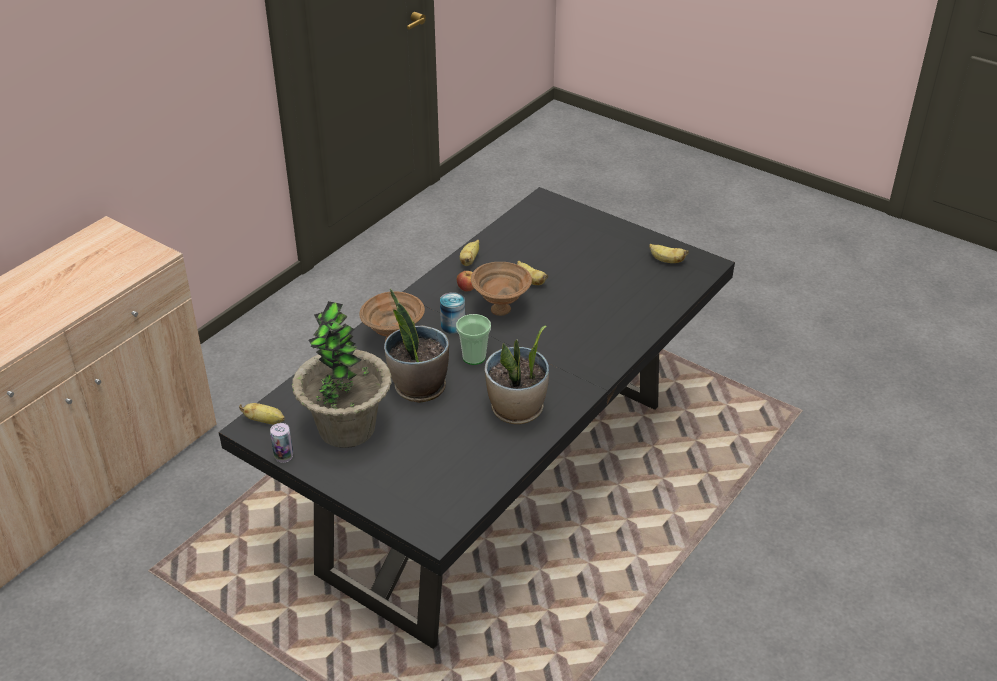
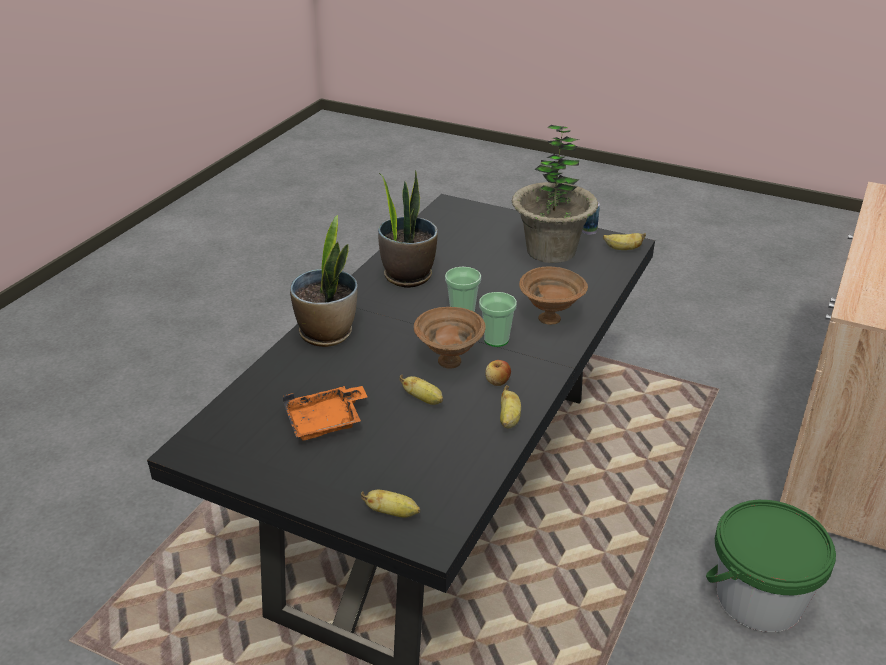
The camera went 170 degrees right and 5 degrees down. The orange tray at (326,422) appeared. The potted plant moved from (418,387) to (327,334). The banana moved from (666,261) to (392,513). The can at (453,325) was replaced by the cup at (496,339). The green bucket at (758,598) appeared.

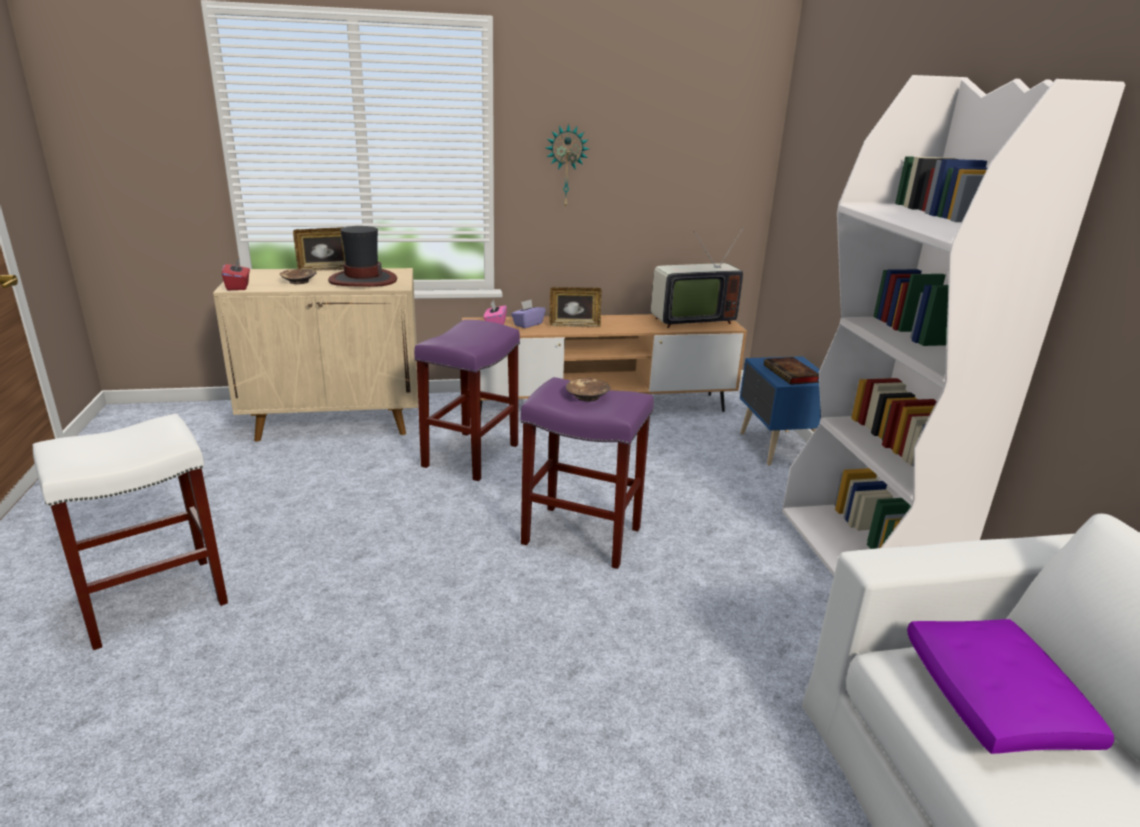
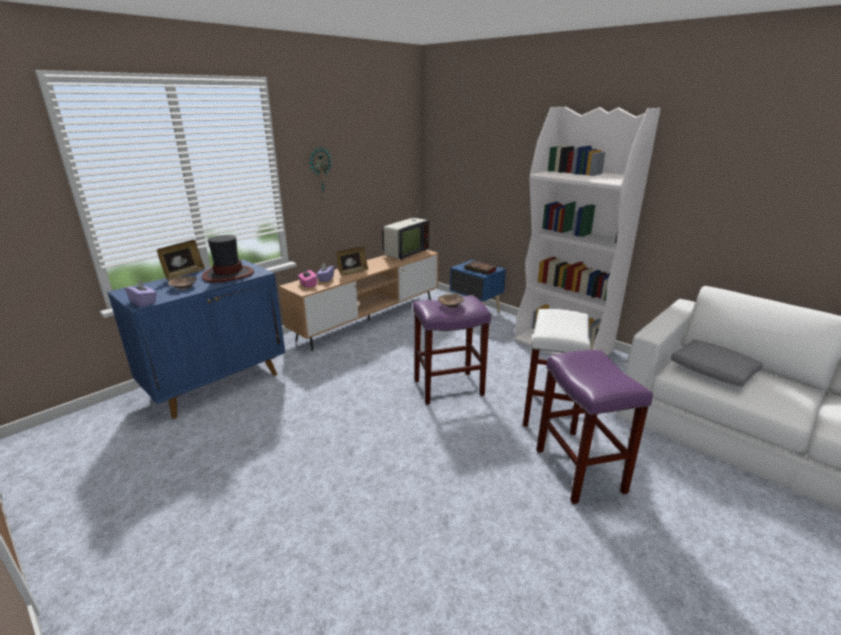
The camera went 35 degrees left and 0 degrees up. The beige cabinet at (336,422) became the blue cabinet at (218,384). The red tissue box at (238,286) became the purple tissue box at (143,302). The white stool moved from (156,600) to (550,410). The purple stool moved from (471,456) to (580,471). The purple pillow at (994,702) became the grey pillow at (713,371).

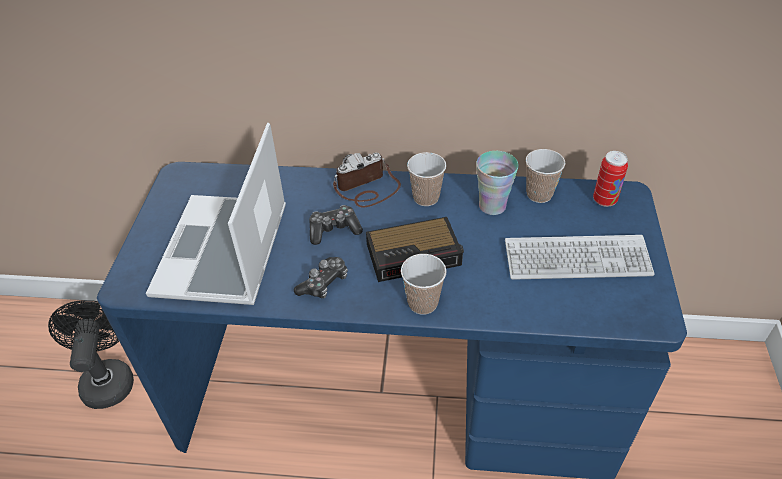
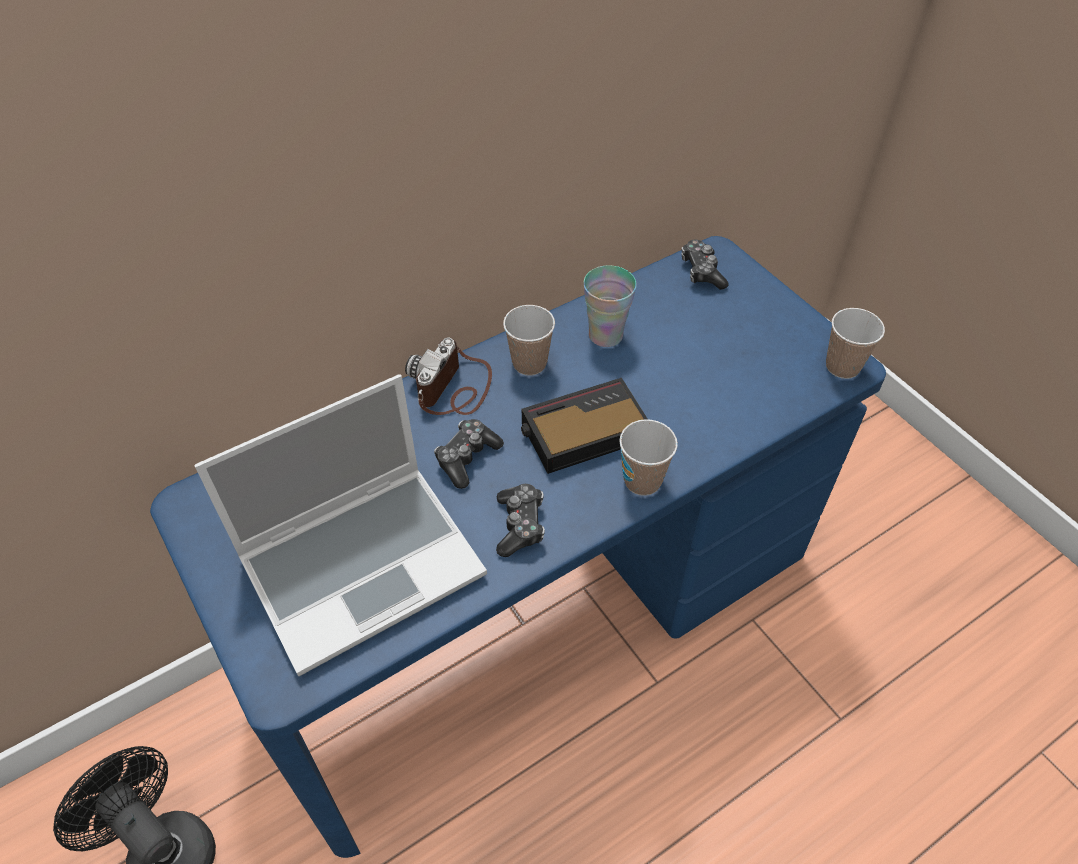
The camera went 40 degrees left and 5 degrees up. The laptop at (224,252) turned 90 degrees counterclockwise. The alarm clock at (415,254) turned 150 degrees counterclockwise. The can at (604,200) was replaced by the game controller at (702,272). The cup moved from (539,194) to (842,366). The keyboard at (577,259) disappeared.

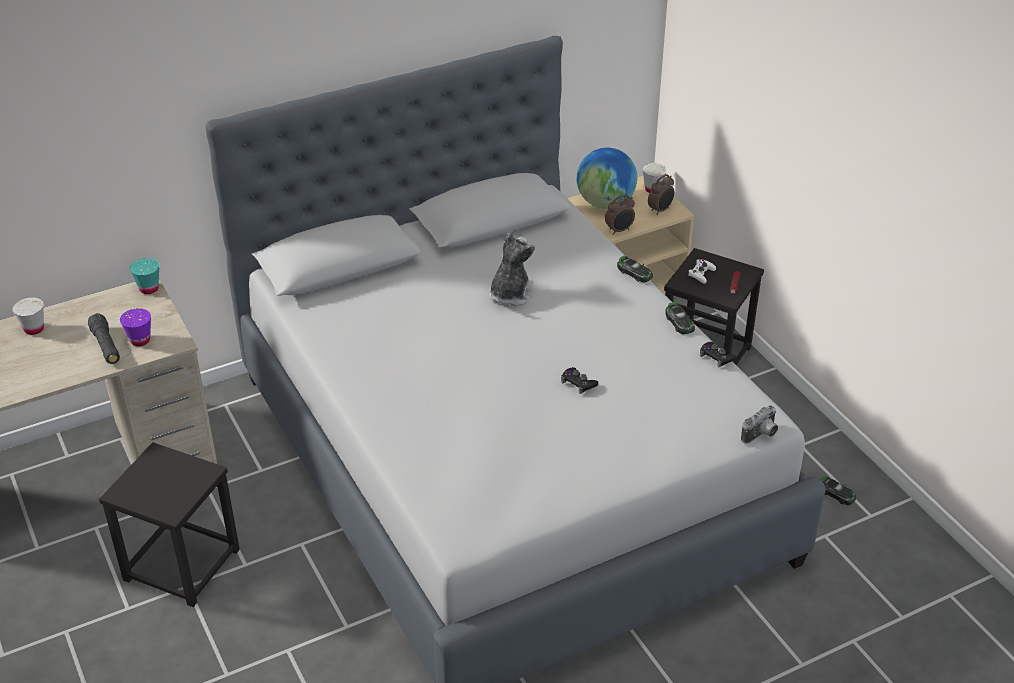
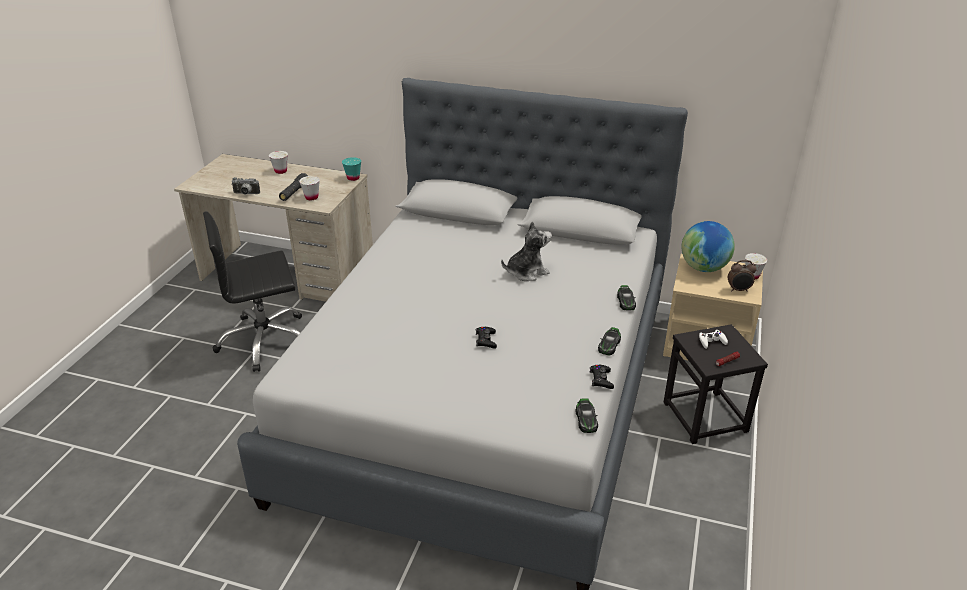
The camera went 45 degrees right and 5 degrees down. The black stool at (181,565) was replaced by the black office chair at (265,341). The photo camera moved from (761,435) to (246,194). The purple cup at (140,340) became the white cup at (311,197). The toy car moved from (836,493) to (586,419). The alarm clock at (619,230) disappeared.

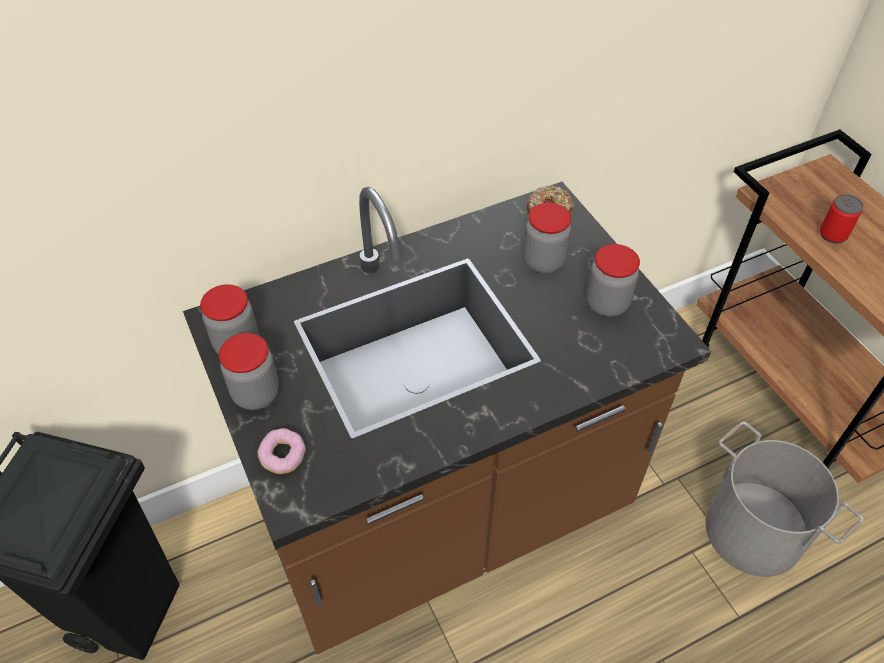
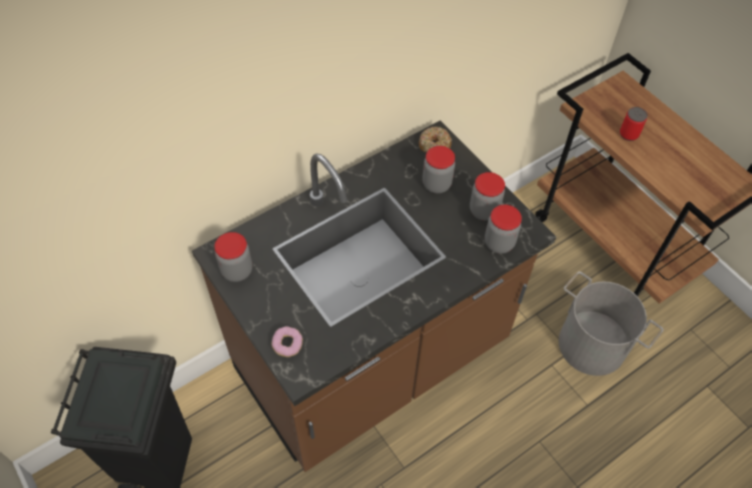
The camera went 10 degrees left and 5 degrees up. The jar moved from (256,394) to (499,243).

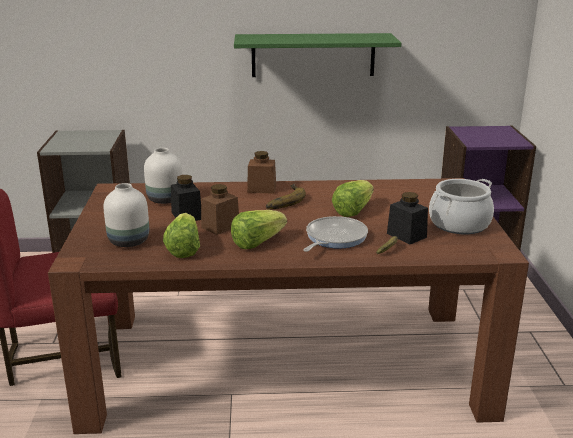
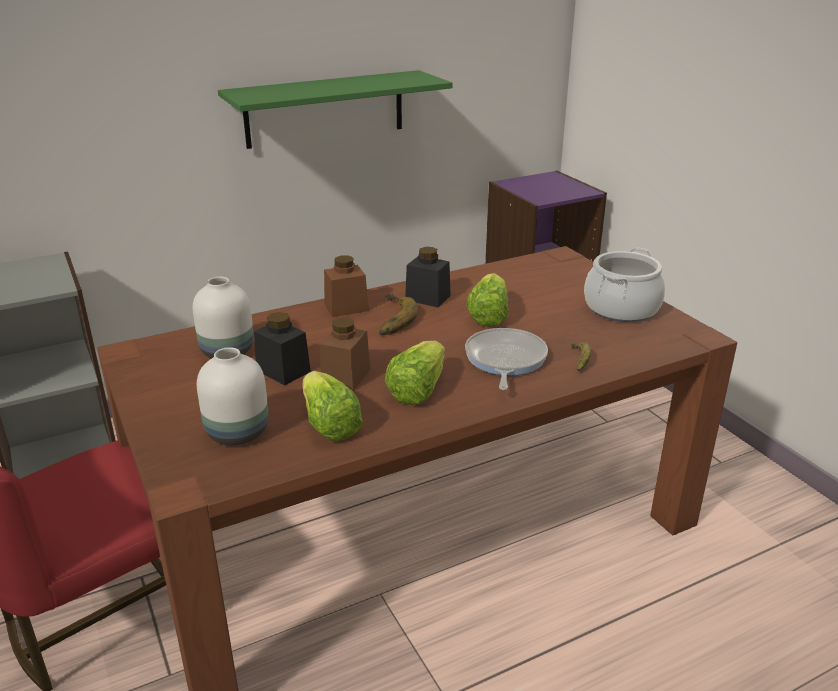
The camera went 25 degrees left and 5 degrees up. The black jar moved from (406,235) to (427,298).

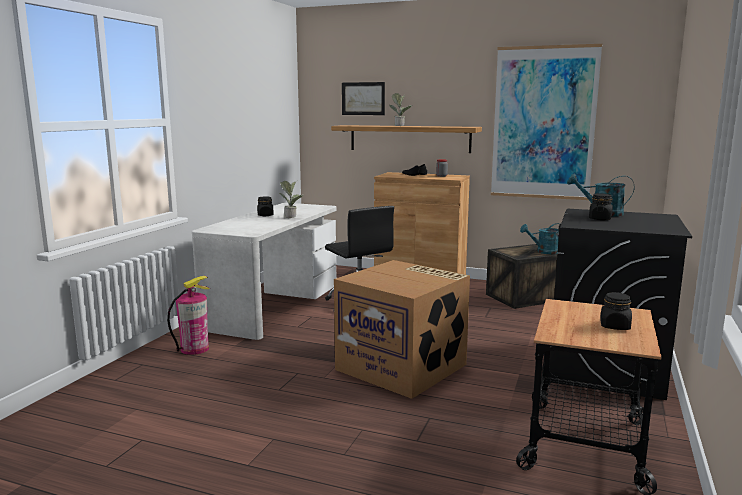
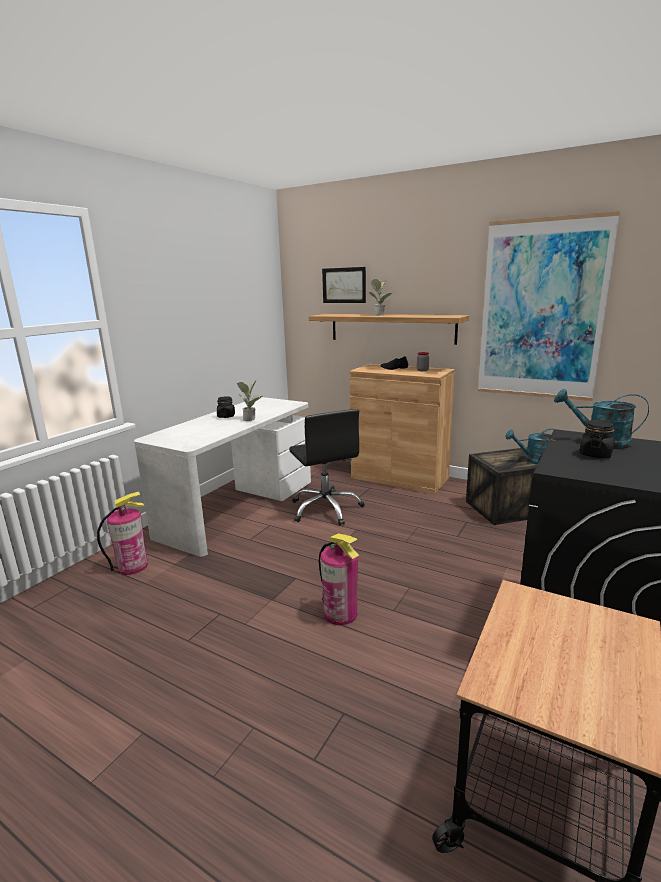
The camera went 10 degrees right and 5 degrees up. The cardboard box at (403,367) was replaced by the fire extinguisher at (340,613). The black jar at (615,326) disappeared.

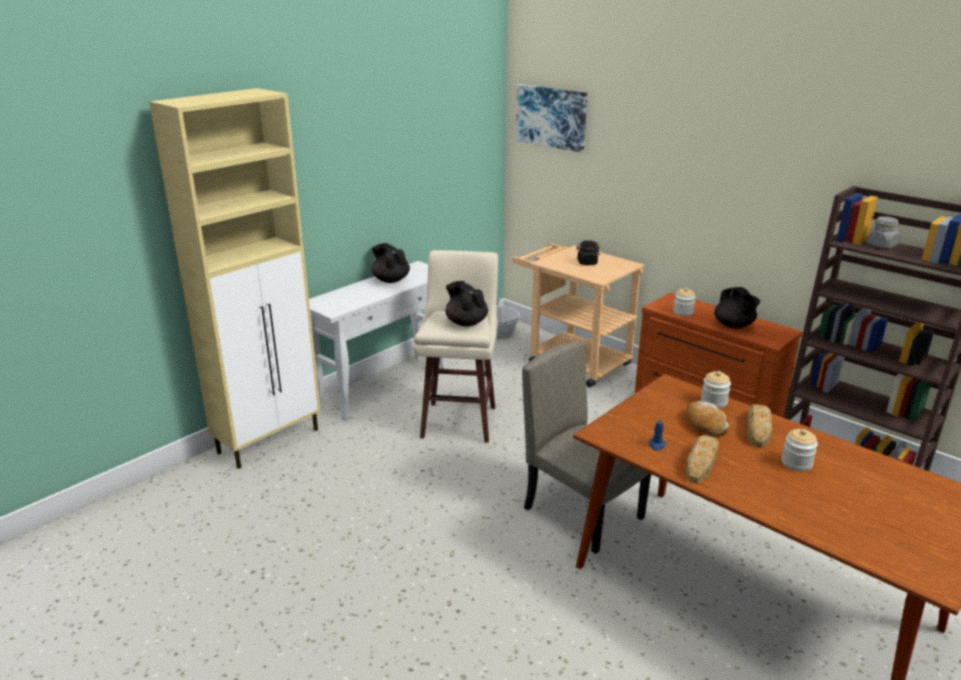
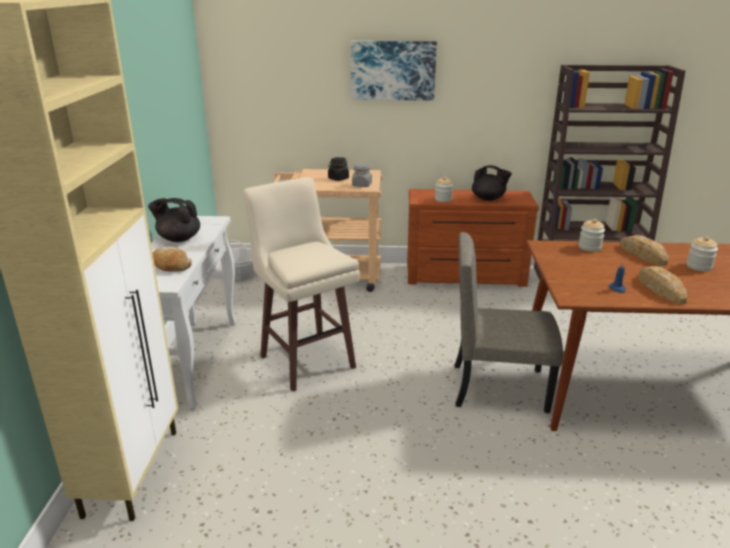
The camera went 40 degrees left and 0 degrees up. The bread moved from (705,424) to (170,266). The picture moved from (551,117) to (393,70). The grey jar moved from (881,245) to (362,185). The black teapot at (466,322) disappeared.

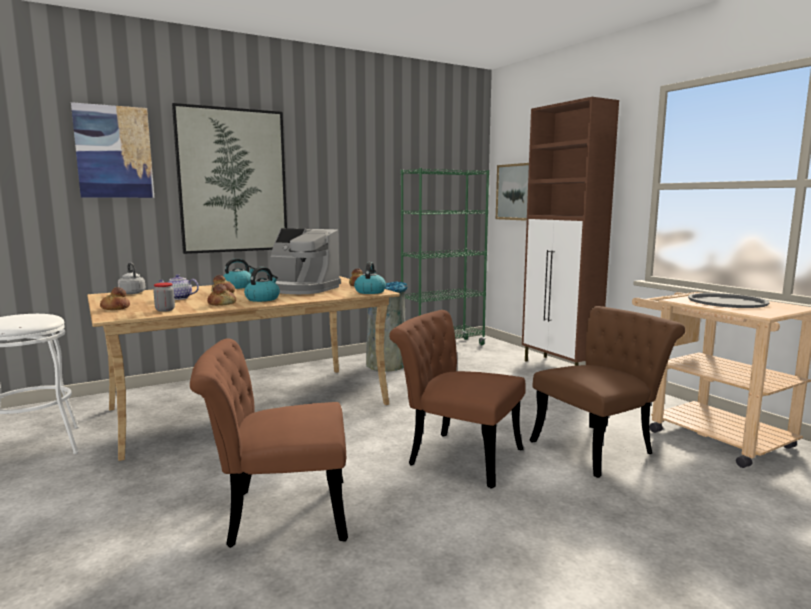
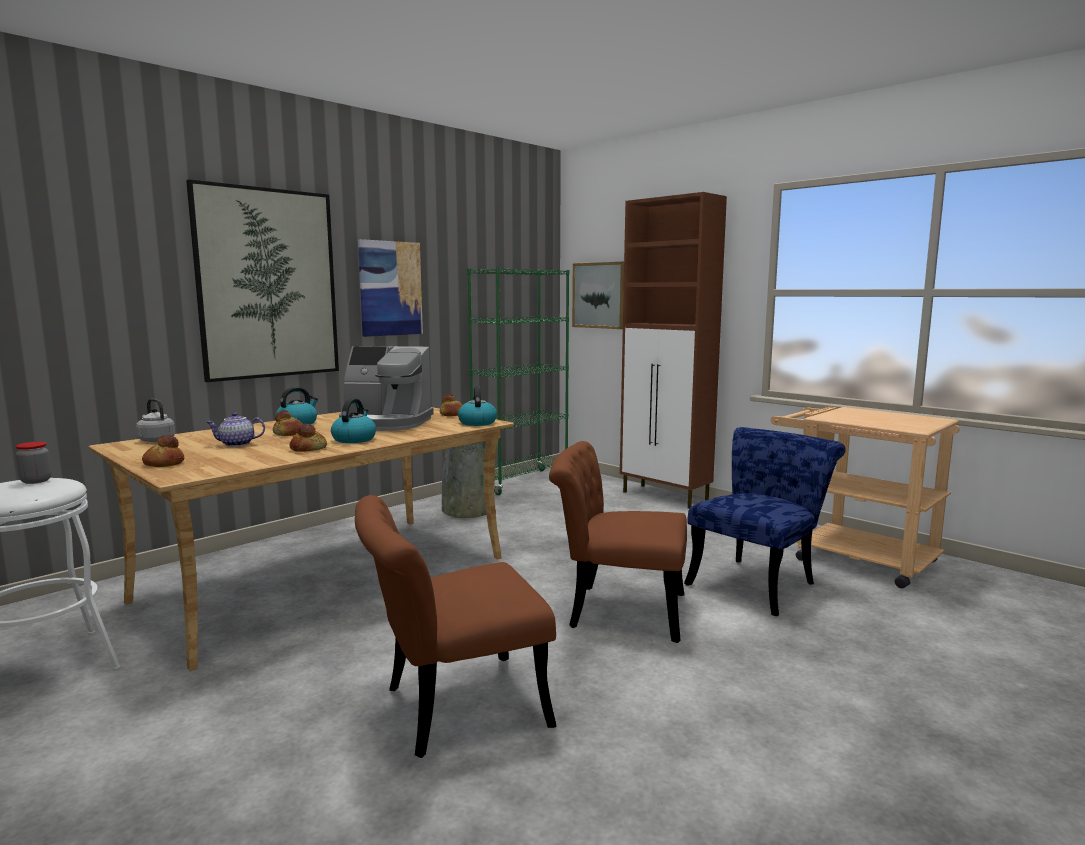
The camera went 15 degrees left and 0 degrees up. The jar moved from (165,310) to (36,481). The picture moved from (114,152) to (390,288). The brown chair at (600,447) became the blue chair at (758,582). The grey tray at (727,302) disappeared.

